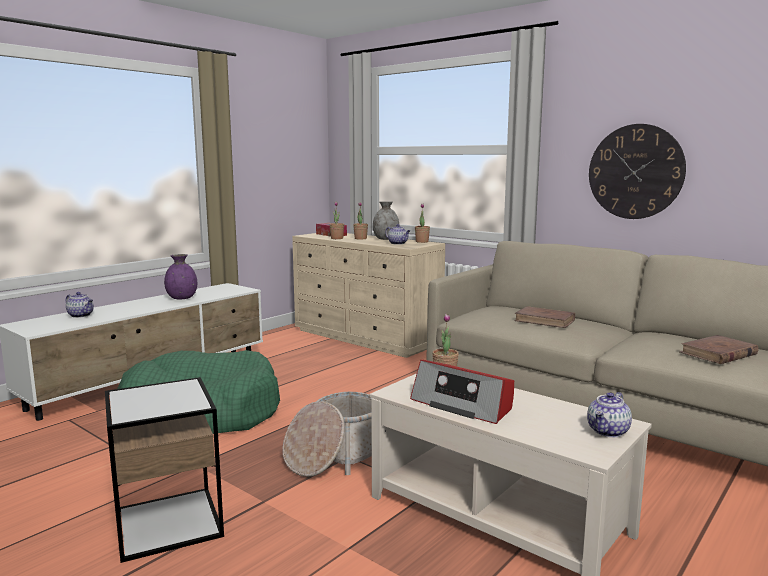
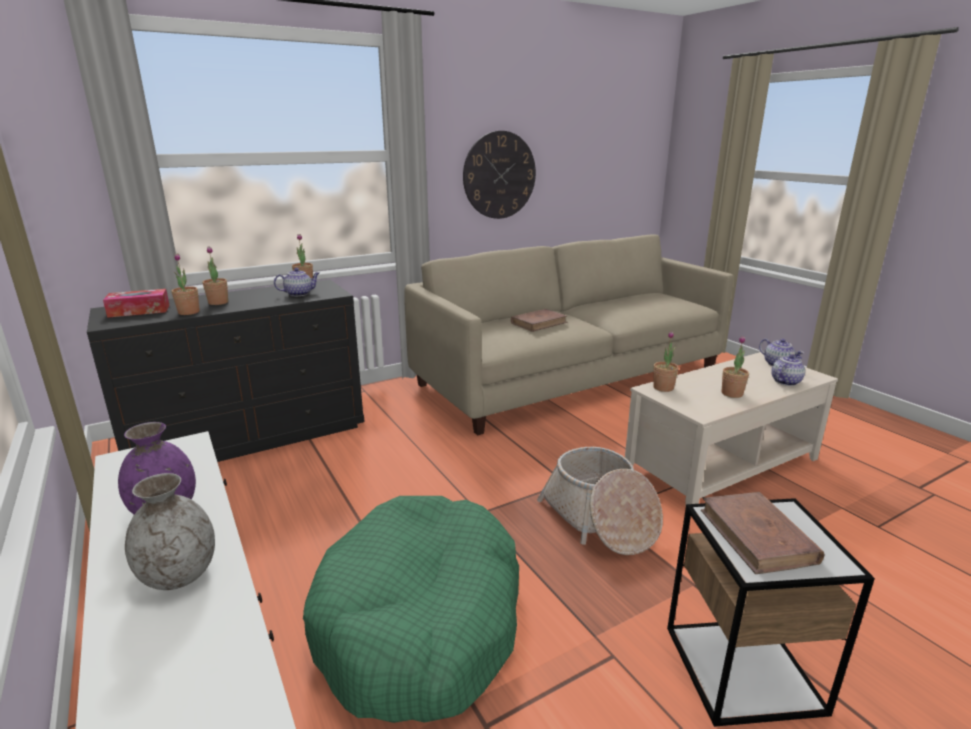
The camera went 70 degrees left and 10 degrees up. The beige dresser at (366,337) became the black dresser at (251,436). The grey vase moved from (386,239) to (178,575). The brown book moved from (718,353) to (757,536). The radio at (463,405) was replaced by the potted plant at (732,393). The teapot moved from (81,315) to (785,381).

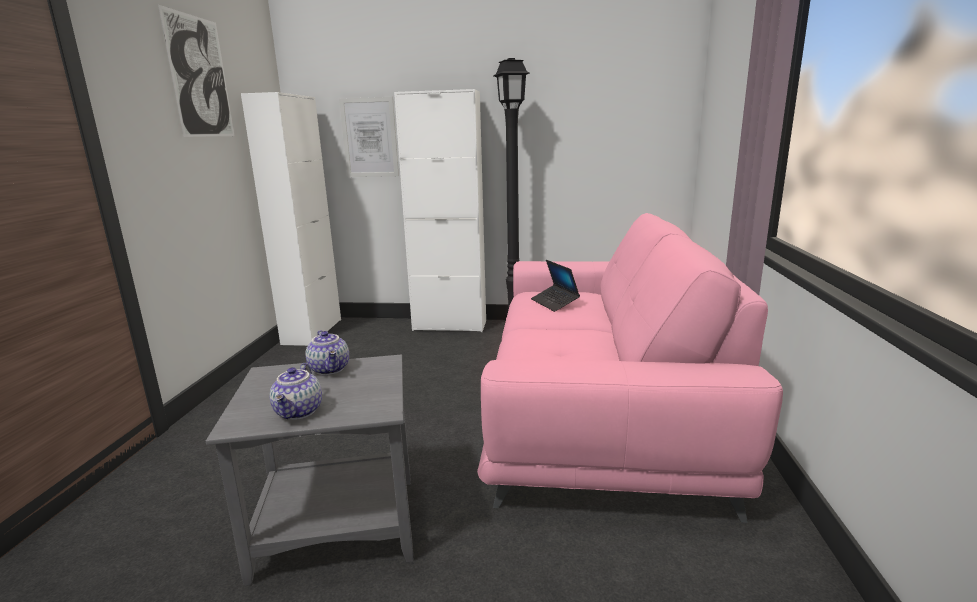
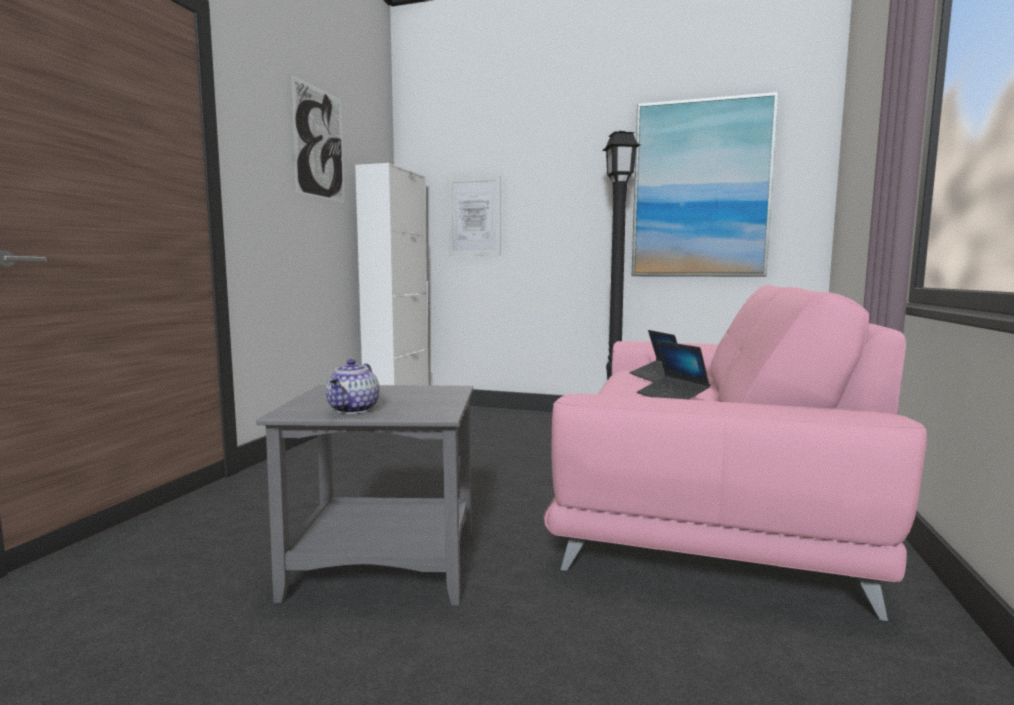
The camera went 10 degrees right and 10 degrees down. The picture at (700,190) appeared. The laptop at (672,397) appeared. The teapot at (330,369) disappeared. The white cabinet at (449,325) disappeared.

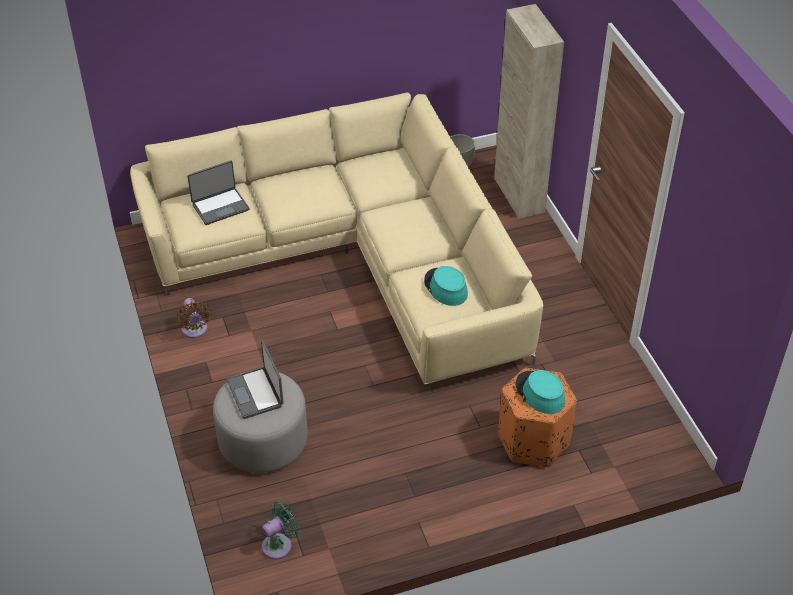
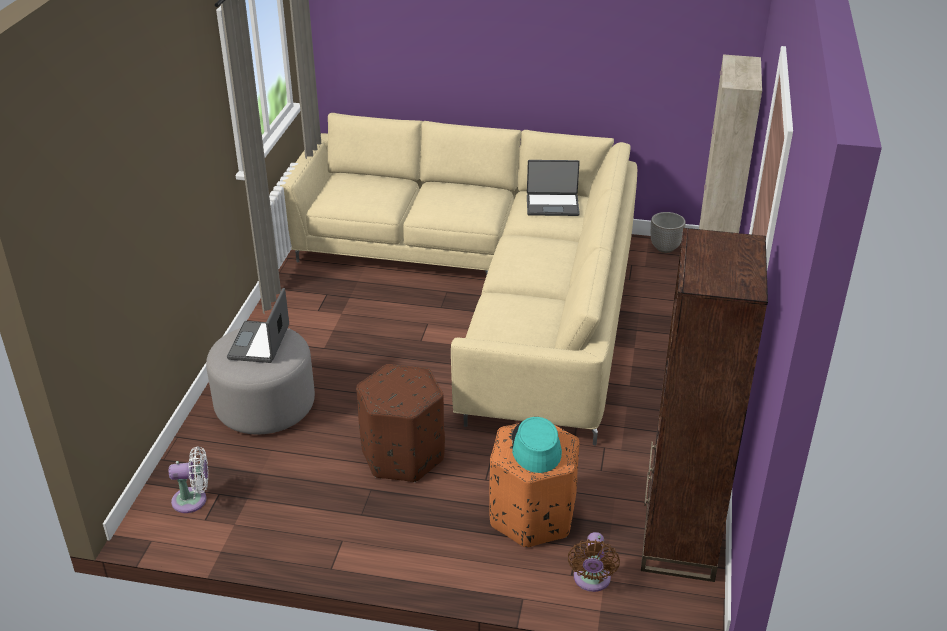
The camera went 30 degrees right and 10 degrees down. The green fan at (279,544) became the white fan at (193,500). The brown ottoman at (402,455) appeared. The laptop moved from (220,206) to (552,205). The brown fan moved from (195,331) to (591,580). The brown bookcase at (679,537) appeared. The turquoise hat at (445,288) disappeared.

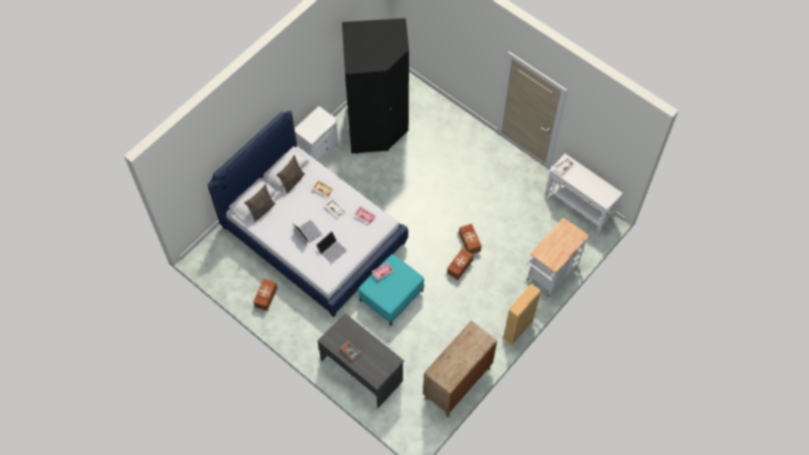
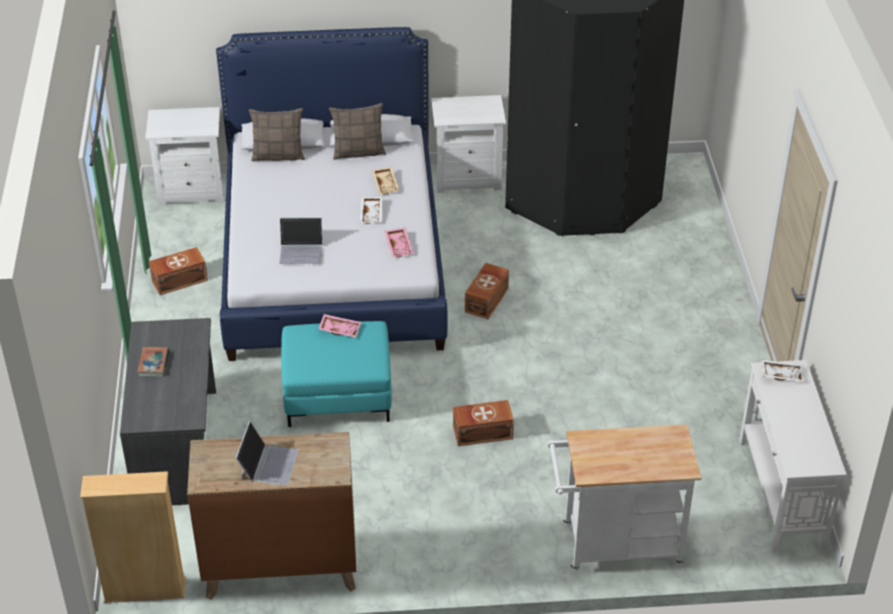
The camera went 45 degrees right and 20 degrees down. The beige bookcase moved from (518,329) to (145,590). The white nightstand at (192,190) appeared. The laptop moved from (307,232) to (268,463). The brown storage box moved from (469,242) to (487,300).

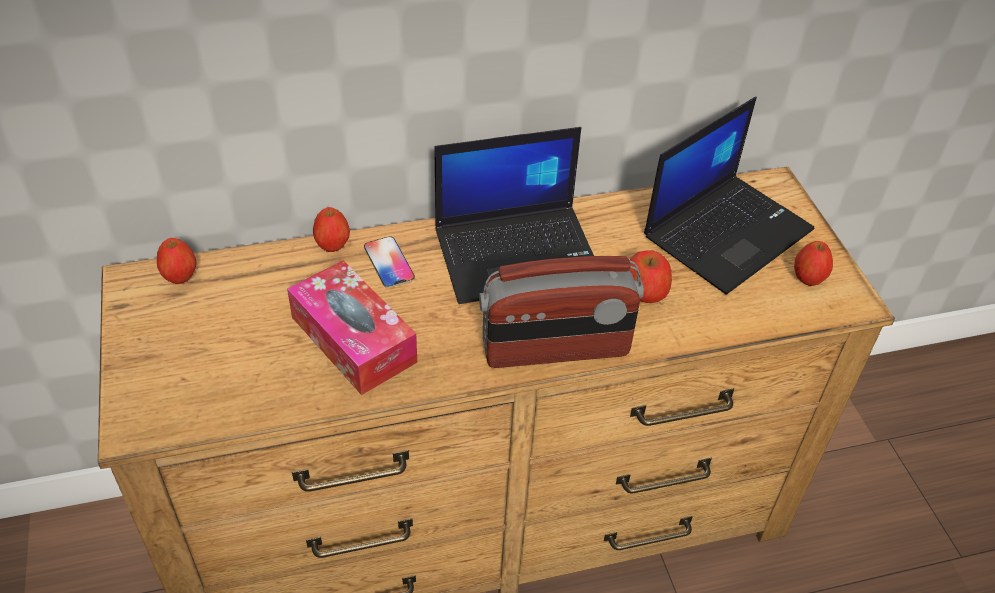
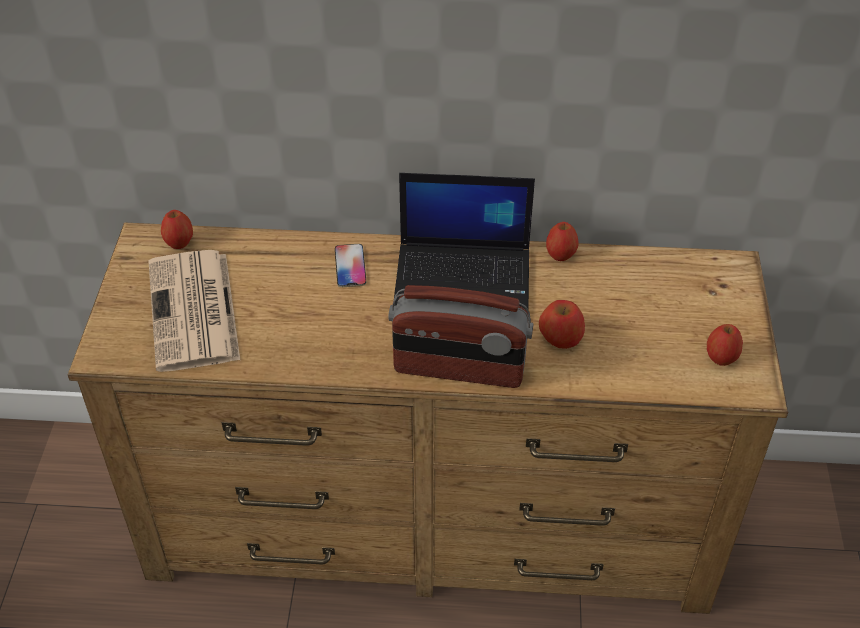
The camera went 20 degrees right and 0 degrees up. The newspaper at (194,312) appeared. The apple moved from (333,245) to (560,255). The tissue box at (353,339) disappeared. The laptop at (727,231) disappeared.

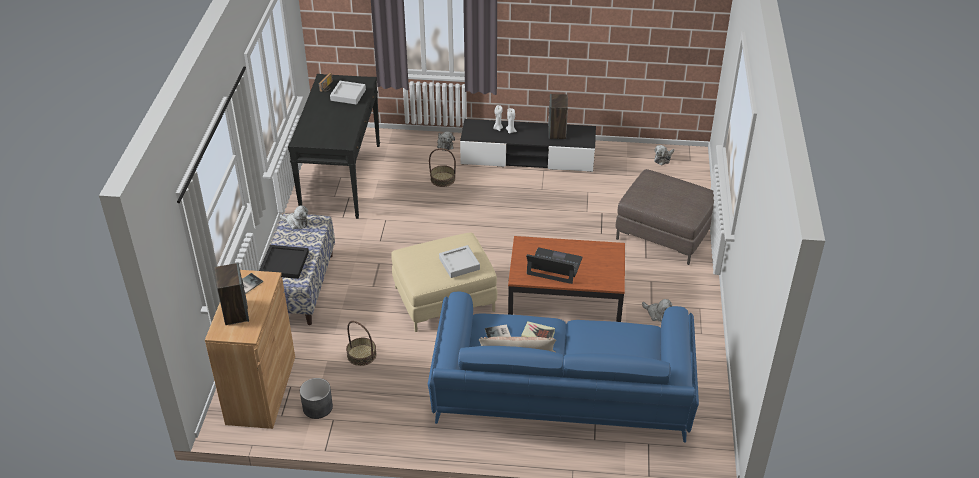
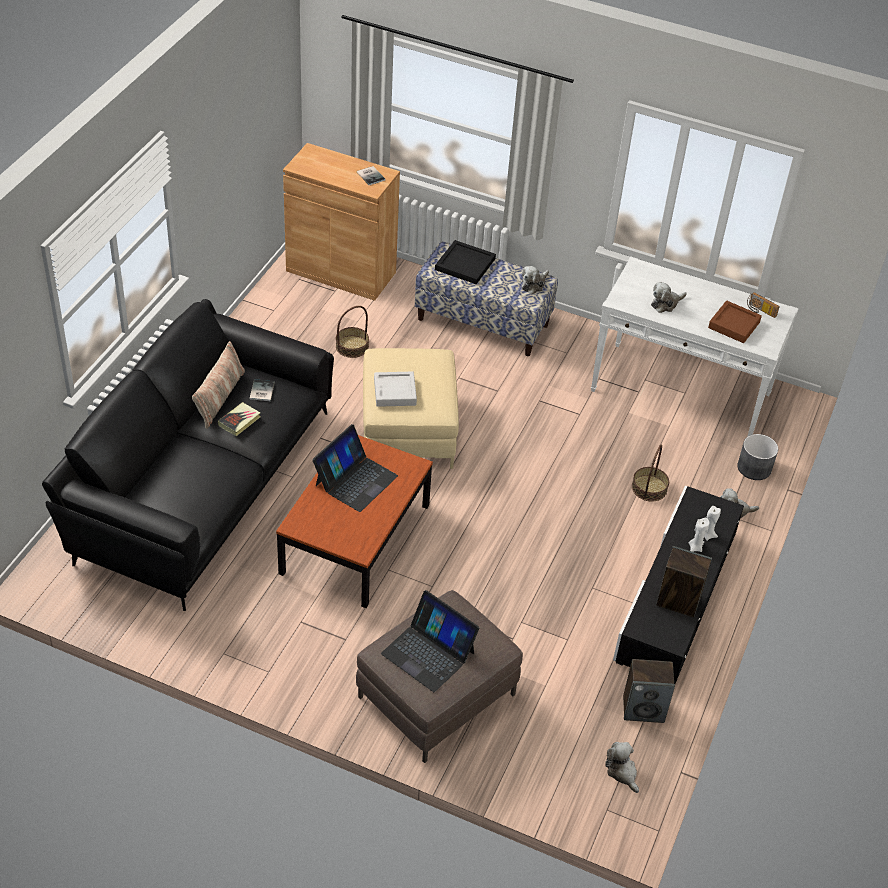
The camera went 105 degrees right and 5 degrees up. The blue sofa at (560,397) became the black sofa at (201,482). The laptop at (428,653) appeared. The black console table at (341,178) became the white console table at (681,392). The speaker moved from (235,312) to (643,709). The plush toy moved from (657,314) to (665,304). The grey tray at (348,95) became the brown tray at (734,325). The grey planter moved from (317,407) to (753,467).

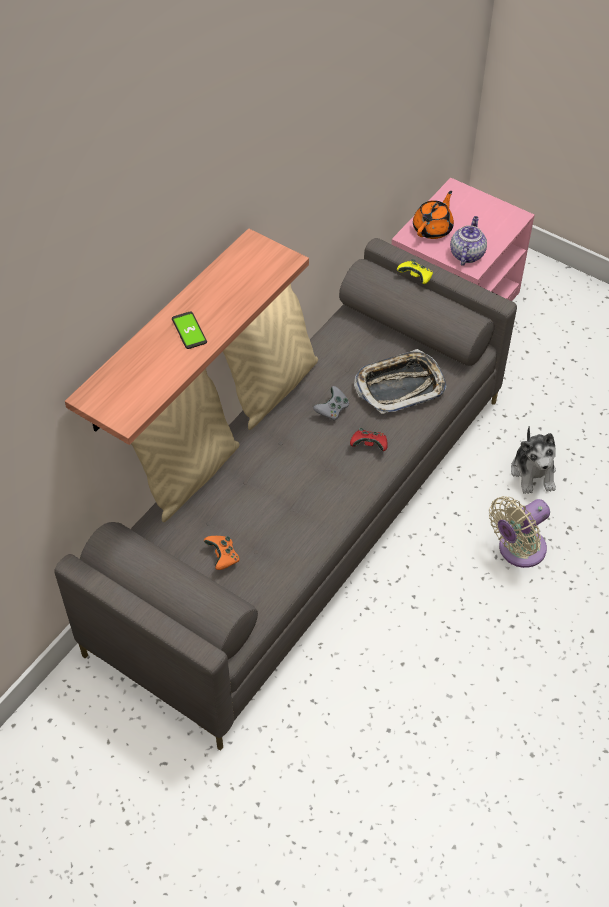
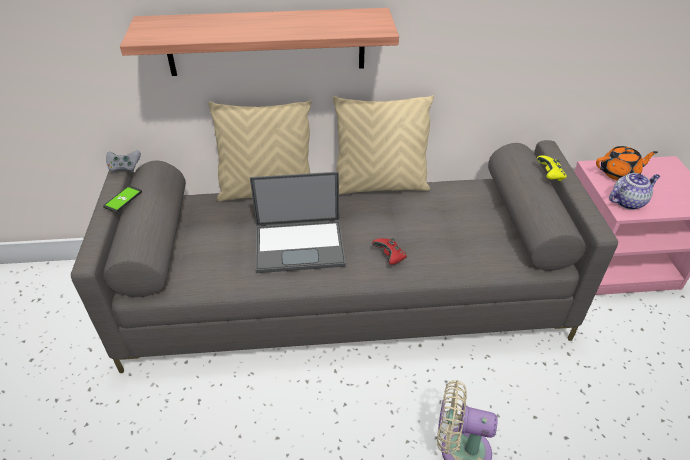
The camera went 50 degrees right and 10 degrees down. The phone moved from (189,331) to (123,199). The grey game controller moved from (332,410) to (124,168). The laptop at (300,245) appeared. The orange game controller at (223,557) disappeared. The tray at (400,386) disappeared. The plush toy at (533,472) disappeared.

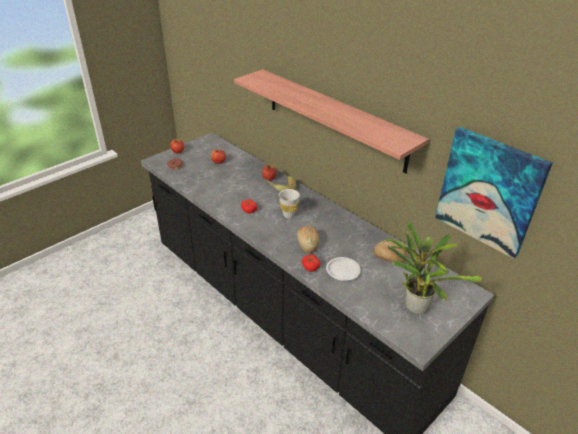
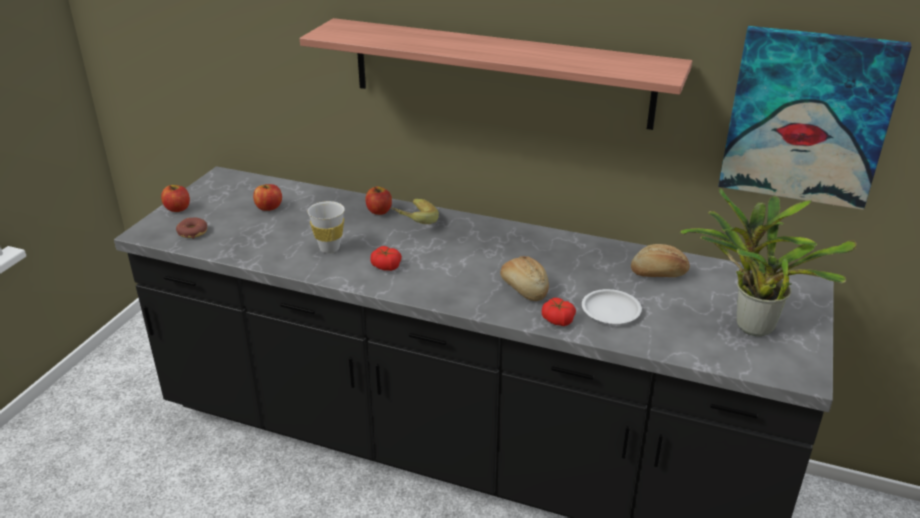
The camera went 25 degrees left and 5 degrees down. The white cup moved from (288,215) to (329,248).

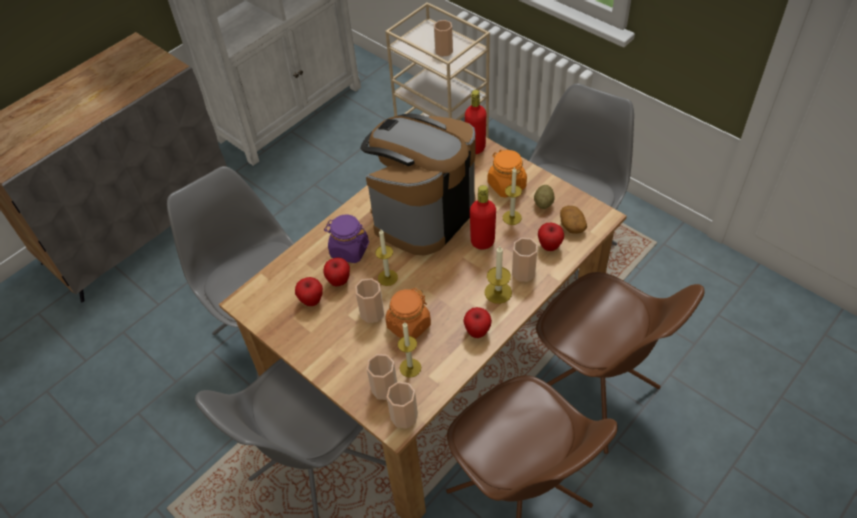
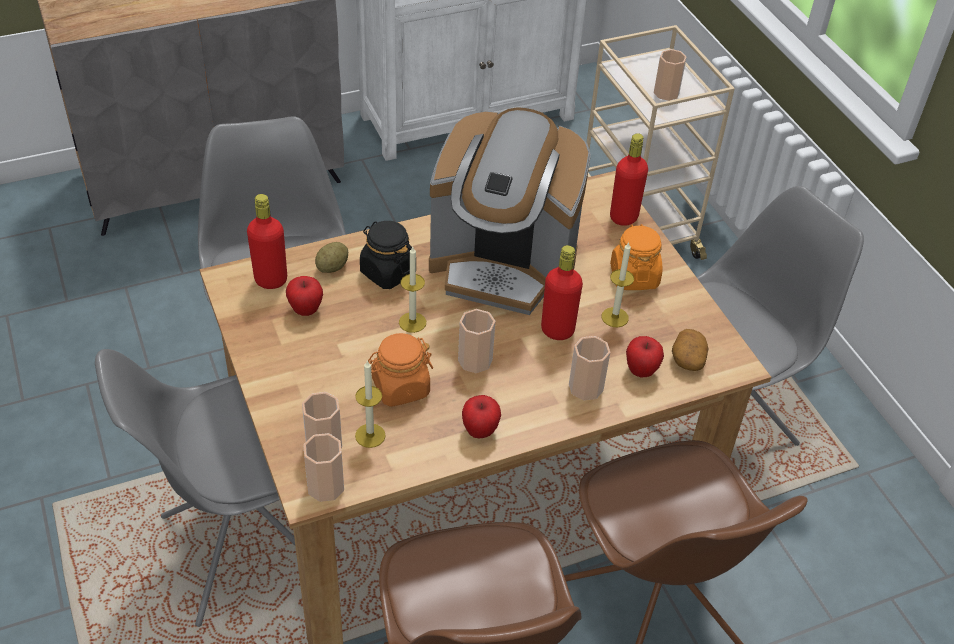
The camera went 20 degrees right and 5 degrees down. The red bottle at (271,280) appeared. The potato moved from (543,203) to (332,267). The purple jar at (349,250) became the black jar at (387,272). The coffee machine at (422,214) turned 135 degrees counterclockwise. The cup moved from (372,313) to (475,360). The apple at (339,281) disappeared. The candle at (498,292) disappeared.

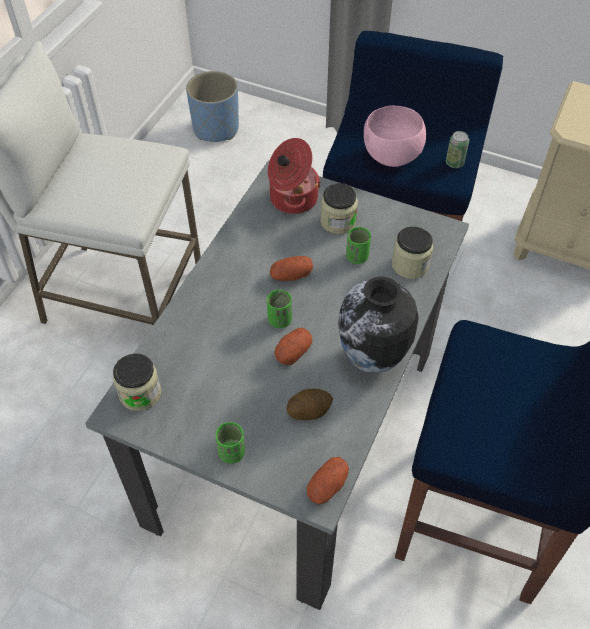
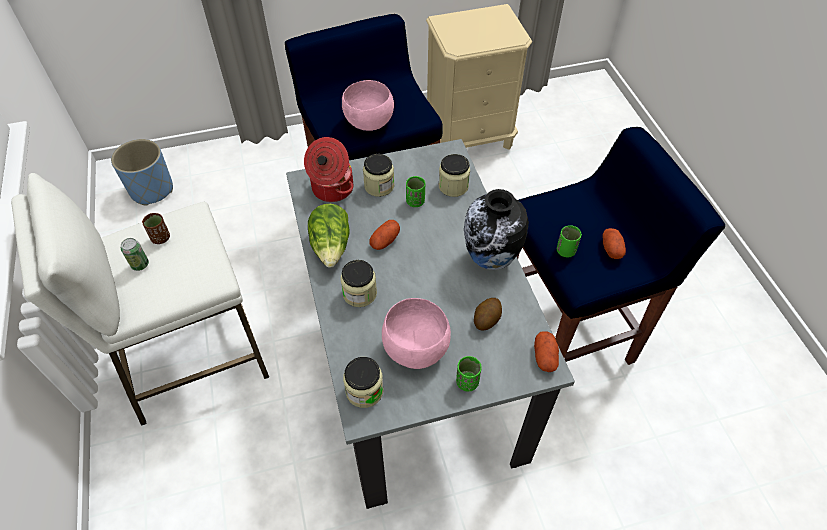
The camera went 40 degrees left and 0 degrees up. The can moved from (454,163) to (140,264). The brown cup at (161,238) appeared. The lettuce at (331,246) appeared. The jar at (359,293) appeared. The pink bowl at (414,348) appeared. The green cup moved from (279,320) to (565,251). The potato moved from (293,352) to (611,249).

